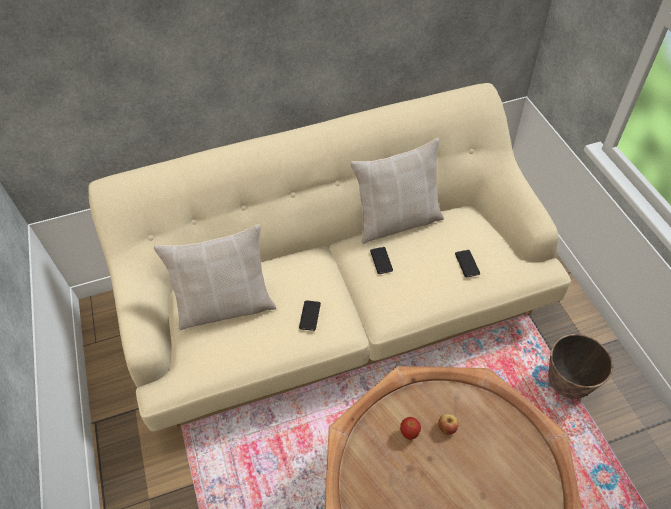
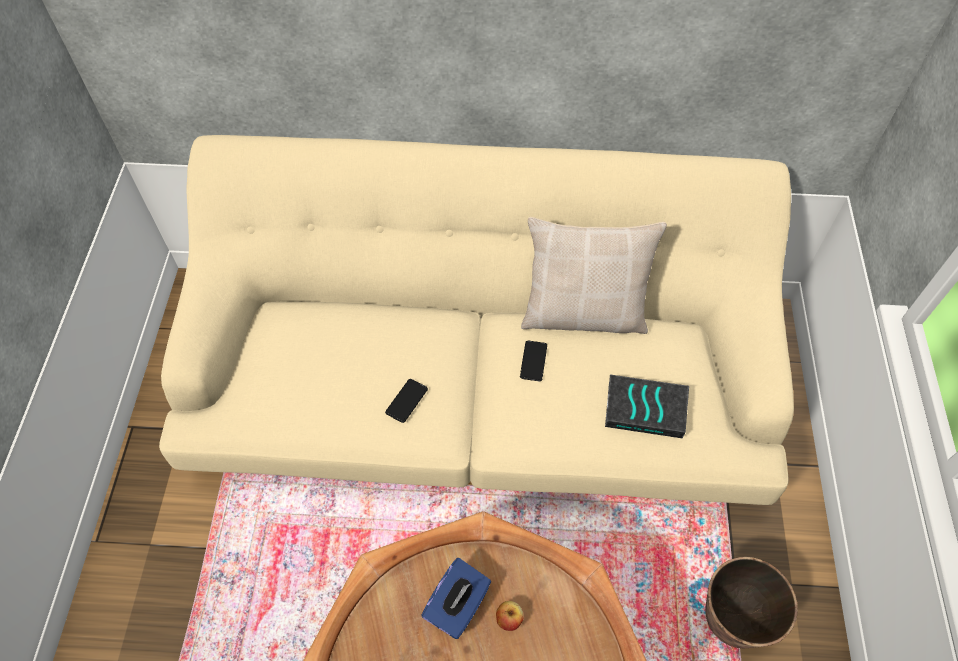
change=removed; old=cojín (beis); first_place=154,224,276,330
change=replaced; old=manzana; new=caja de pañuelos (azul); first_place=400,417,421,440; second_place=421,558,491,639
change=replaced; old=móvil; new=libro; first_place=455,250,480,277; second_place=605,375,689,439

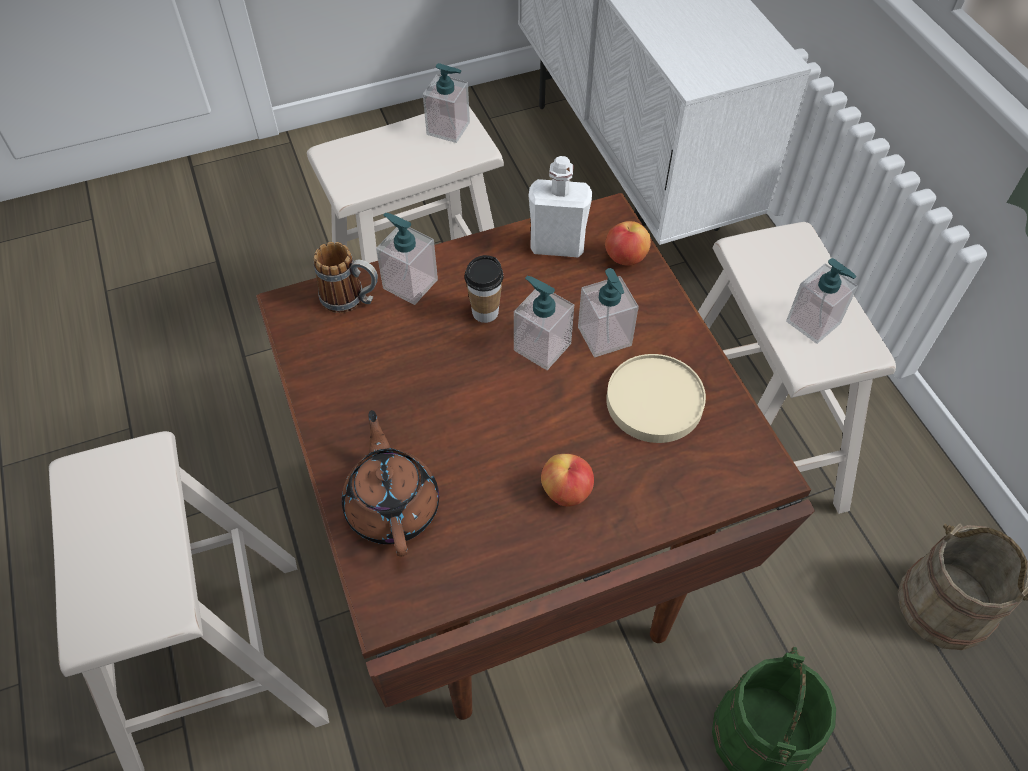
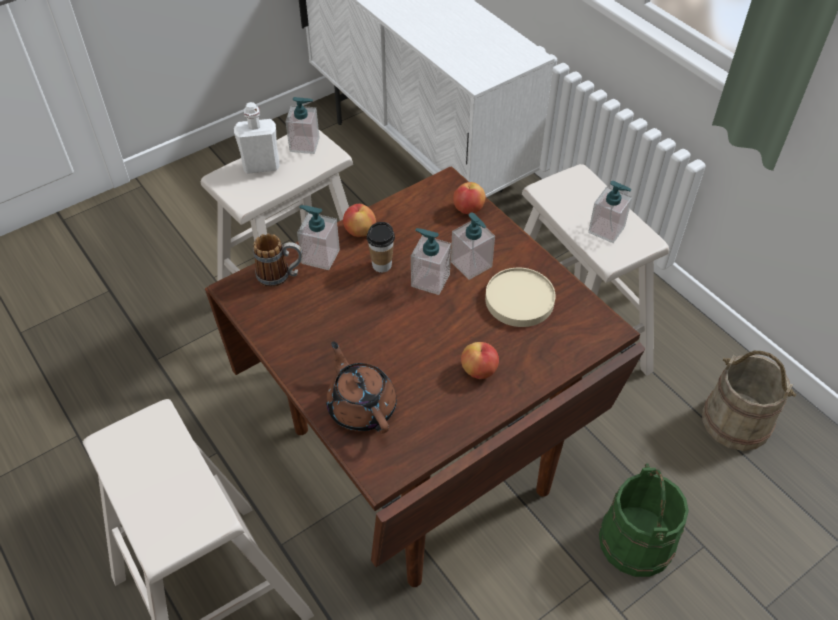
change=moved; old=botella (blanco); first_place=529,156,592,257; second_place=234,102,280,174
change=added; new=manzana; second_place=343,204,376,237

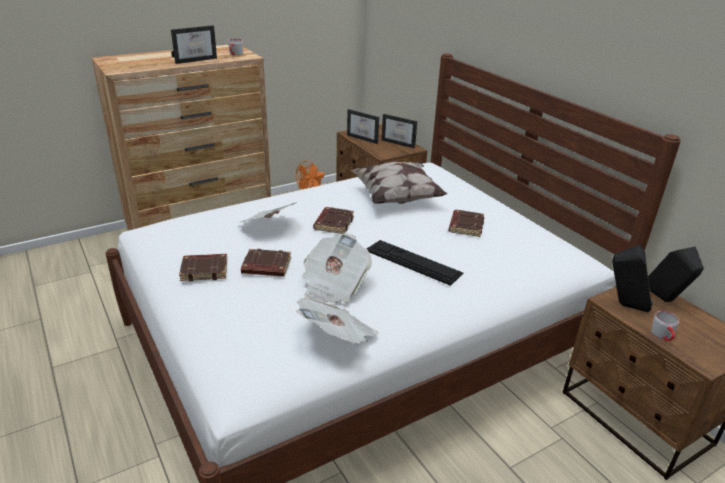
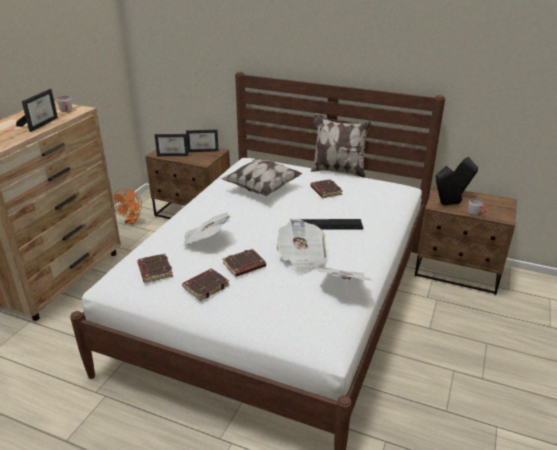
change=moved; old=libro (marrón); first_place=313,207,354,234; second_place=137,253,173,283
change=added; new=cojín; second_place=311,114,371,178

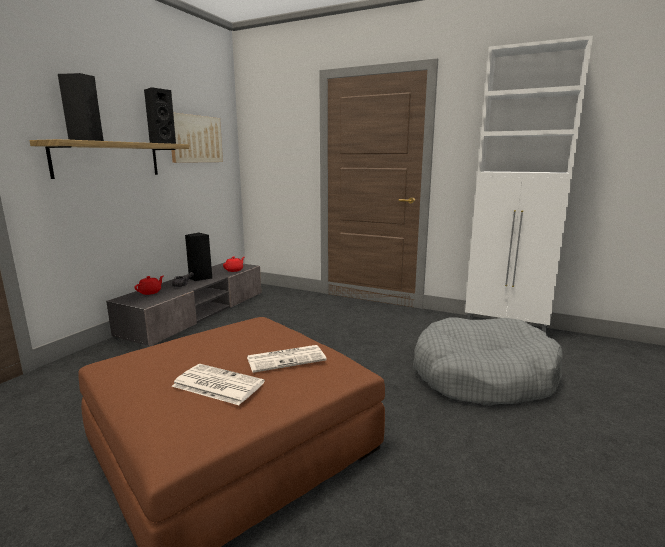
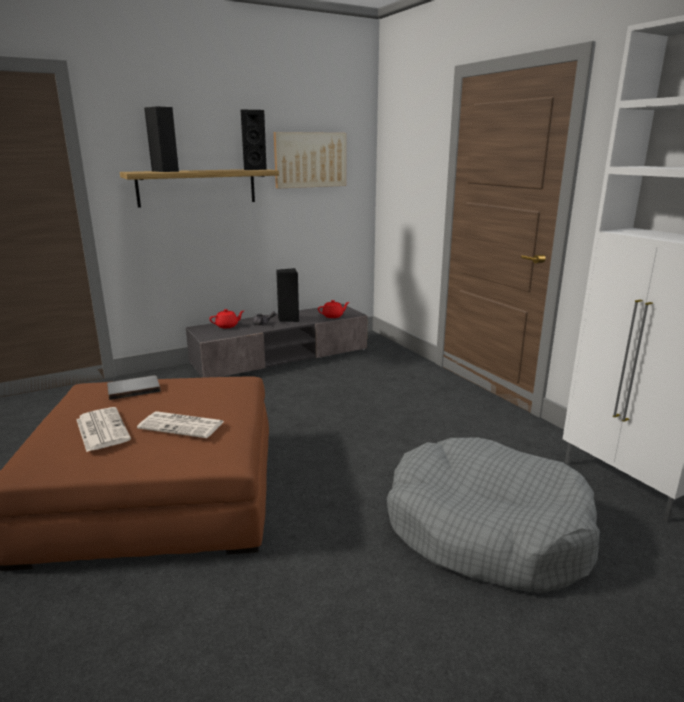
change=added; new=libro (gris); second_place=107,375,161,400

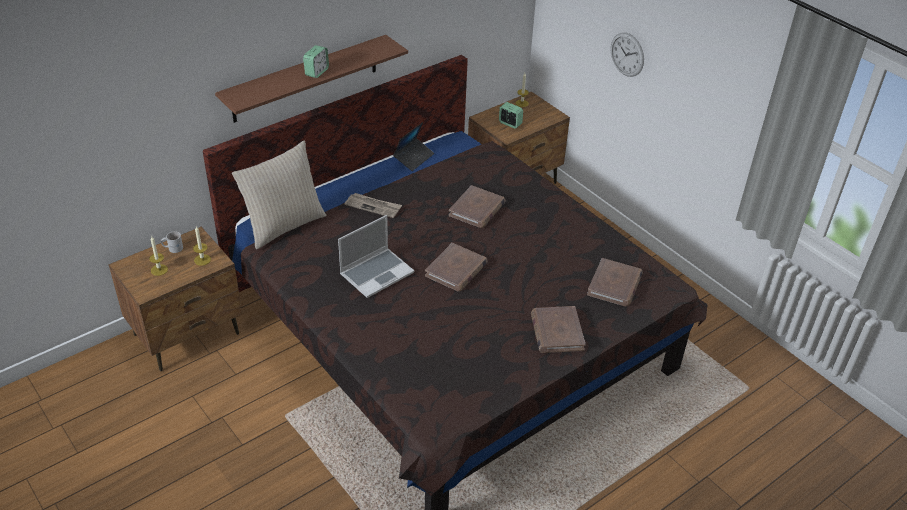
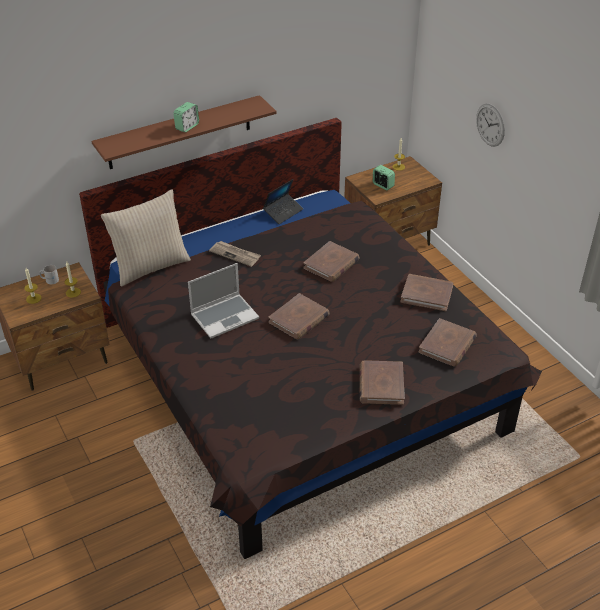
change=added; new=libro (marrón); second_place=401,274,453,311

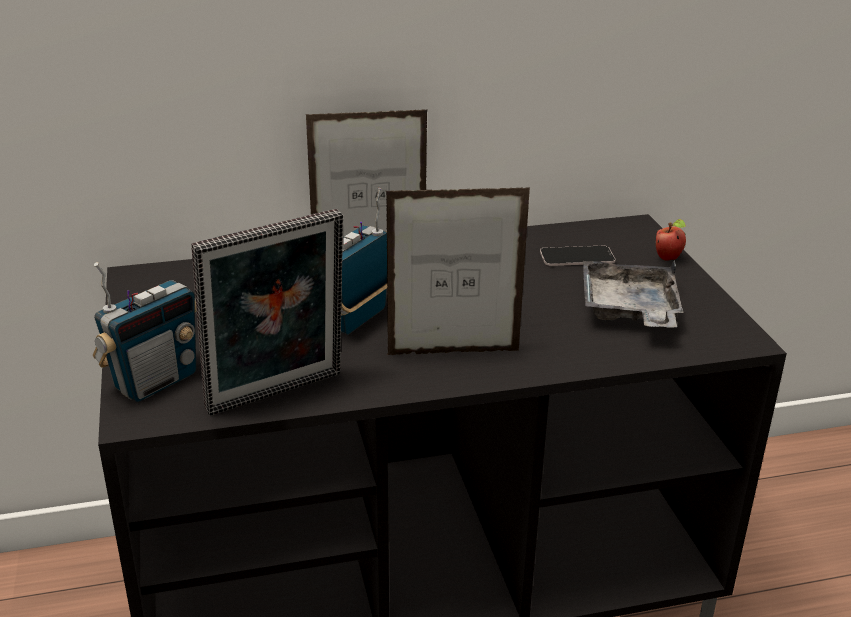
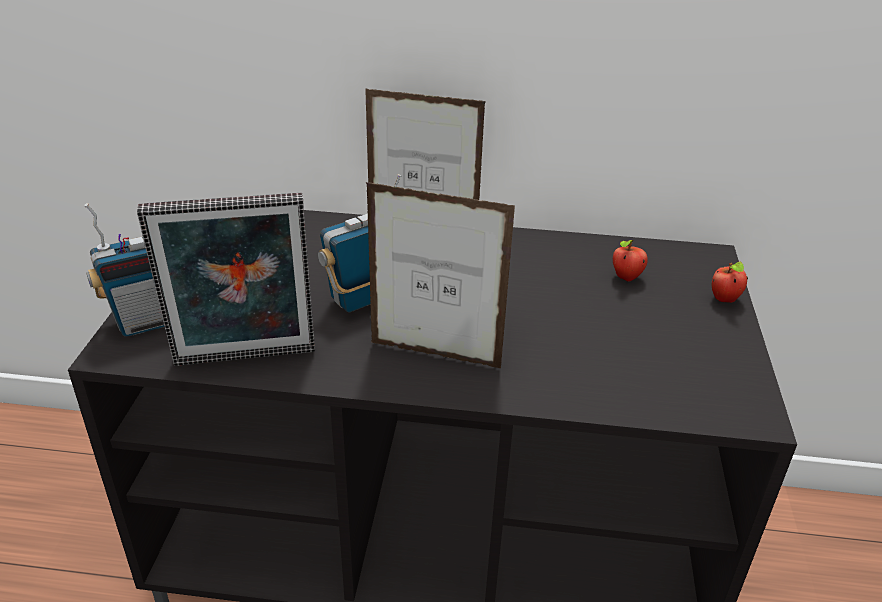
change=replaced; old=móvil; new=manzana; first_place=540,246,615,266; second_place=613,240,648,282
change=removed; old=bandeja (gris); first_place=583,261,683,328

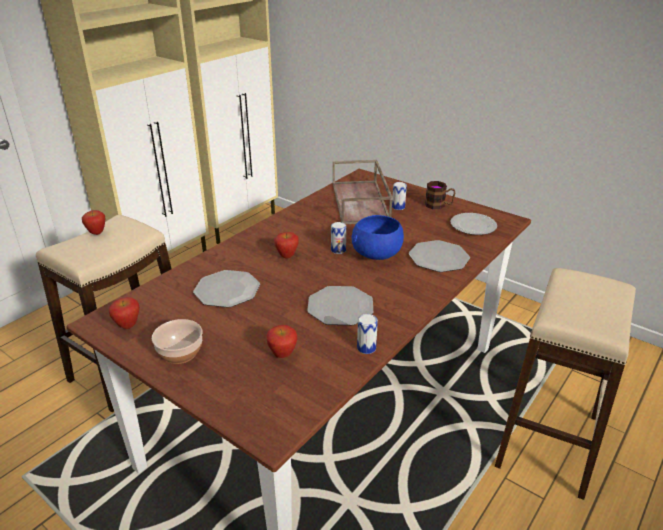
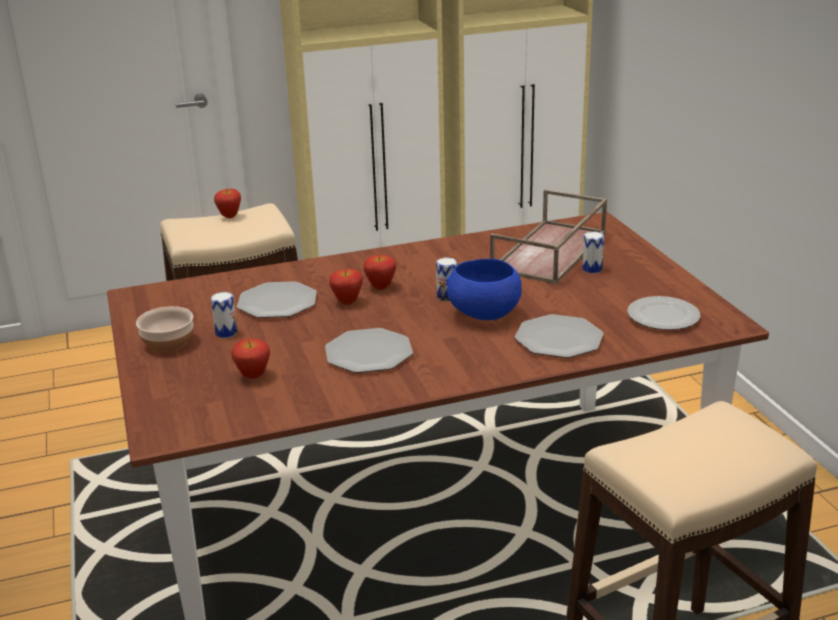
change=moved; old=manzana; first_place=109,297,140,329; second_place=329,269,363,305
change=moved; old=lata; first_place=357,314,378,354; second_place=211,292,238,338
change=removed; old=taza grande; first_place=425,181,455,209

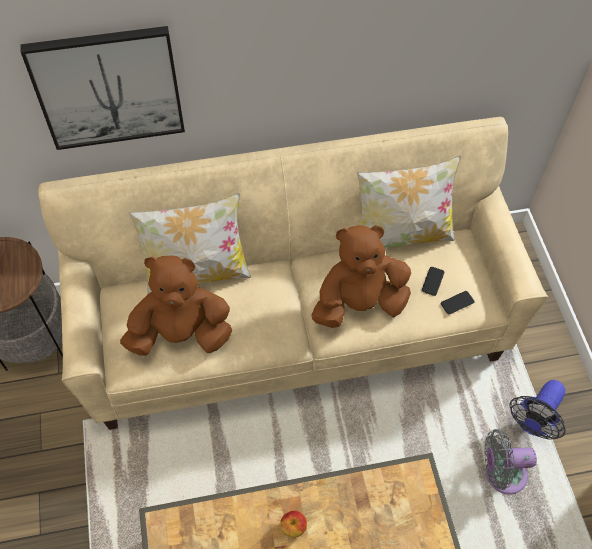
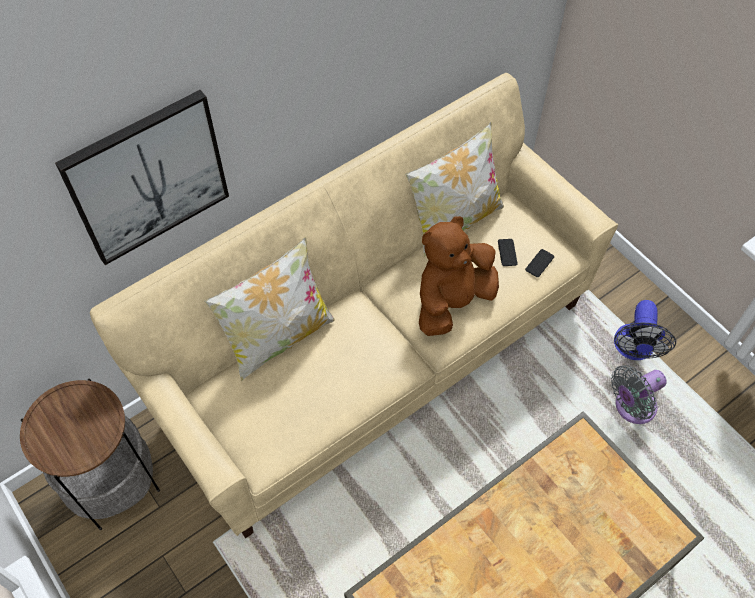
change=removed; old=peluche (marrón); first_place=120,256,232,356
change=removed; old=manzana; first_place=280,511,307,538

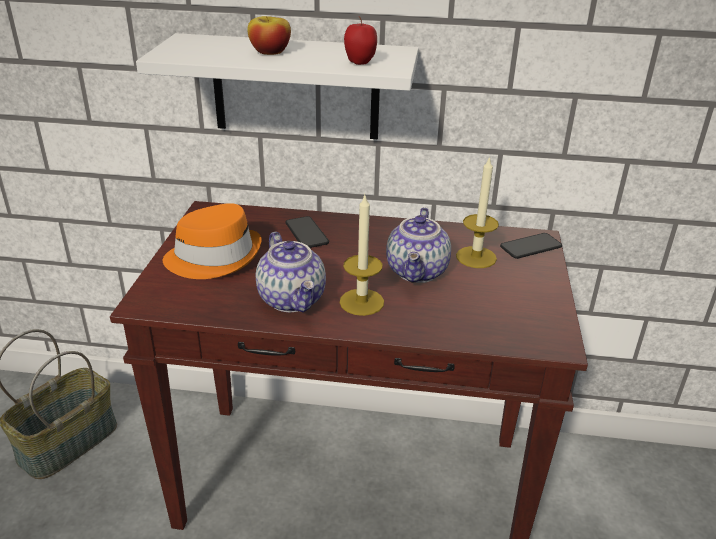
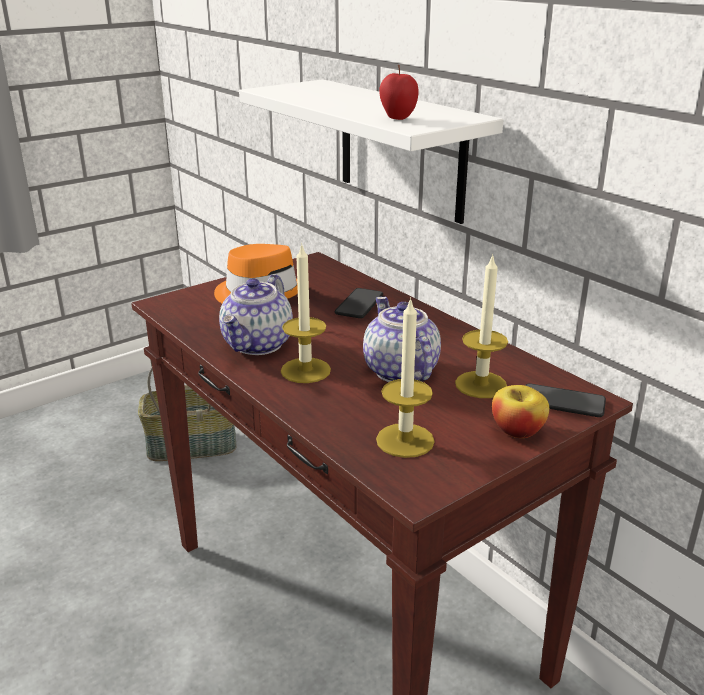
change=moved; old=manzana; first_place=247,16,291,55; second_place=492,385,549,438
change=turned; old=tetera; first_place=386,207,451,283; second_place=363,296,441,382; degrees=105
change=added; new=vela; second_place=376,297,435,458

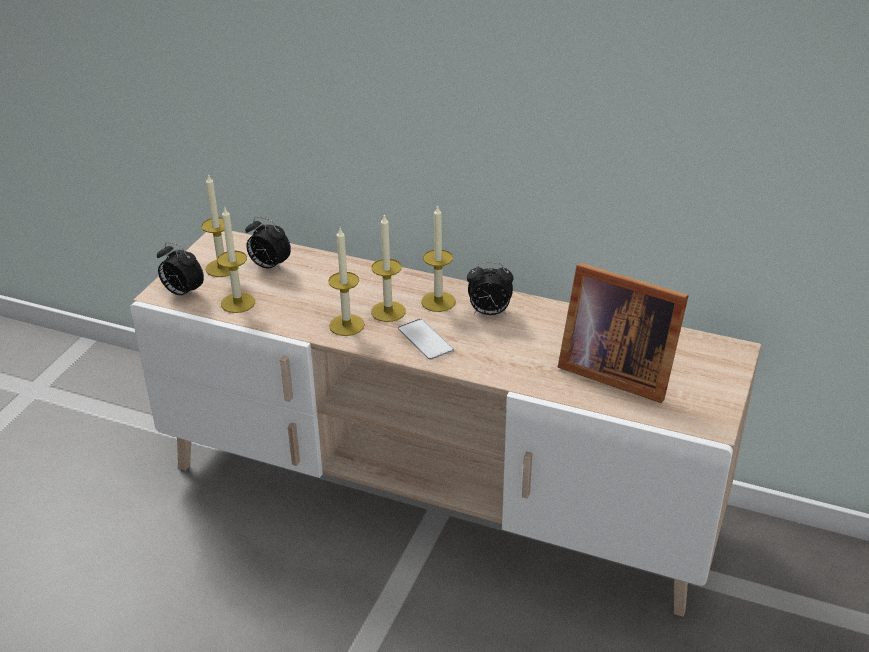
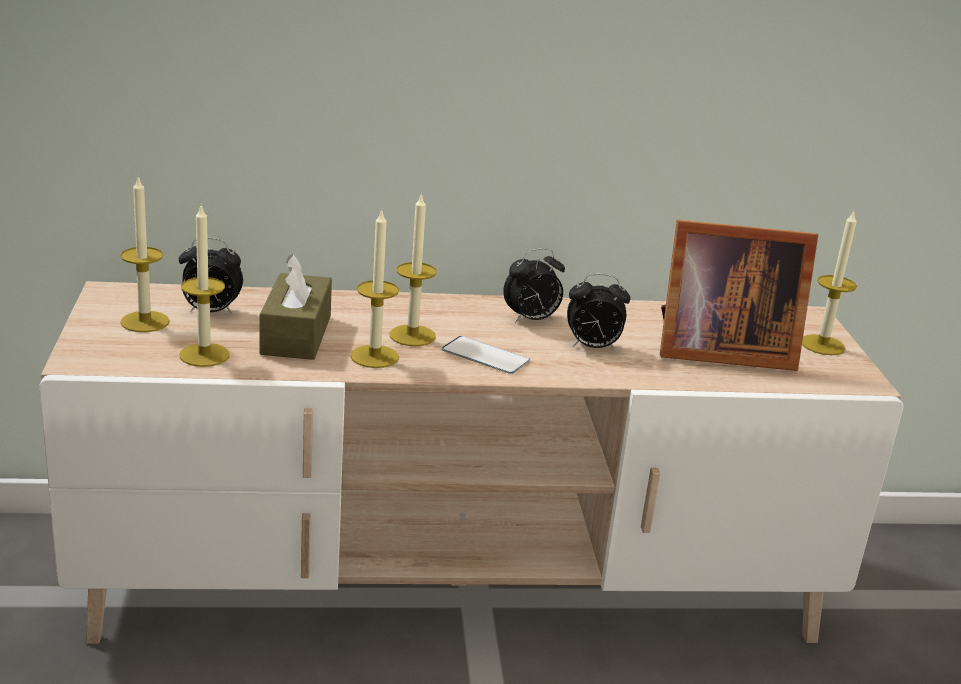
change=moved; old=despertador; first_place=157,242,204,298; second_place=567,274,630,350
change=moved; old=vela; first_place=421,204,456,312; second_place=802,211,857,355
change=added; new=caja de pañuelos (marrón); second_place=259,254,332,360

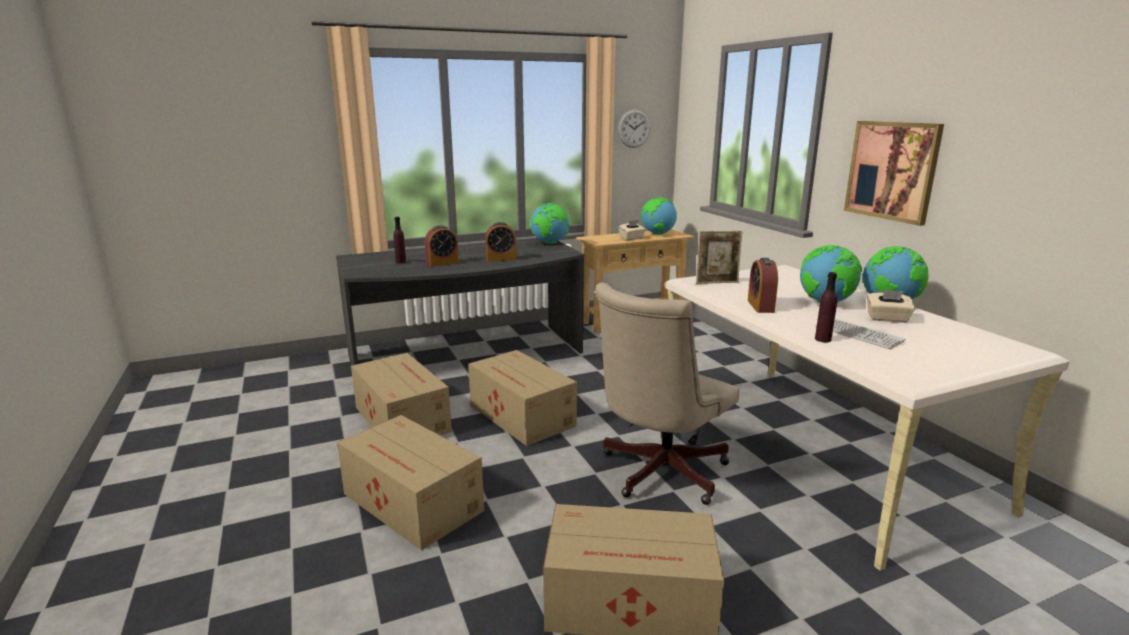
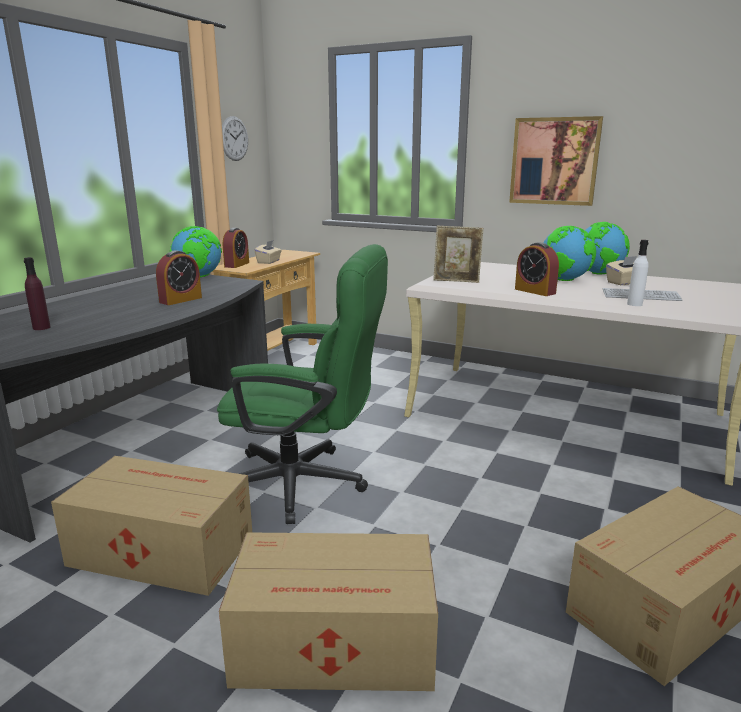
change=moved; old=despertador; first_place=425,225,459,267; second_place=223,228,249,268
change=replaced; old=caja de cartón; new=silla de oficina (verde); first_place=468,350,577,446; second_place=217,244,388,524
change=removed; old=silla de oficina (beis); first_place=595,282,739,505
change=removed; old=globo terráqueo; first_place=641,197,677,235
change=turned; old=portarretratos; first_place=696,231,742,284; second_place=433,226,484,283; degrees=60
change=recoloured; old=botella (morado); new=botella (blanco); first_place=815,272,837,342; second_place=627,240,649,306

